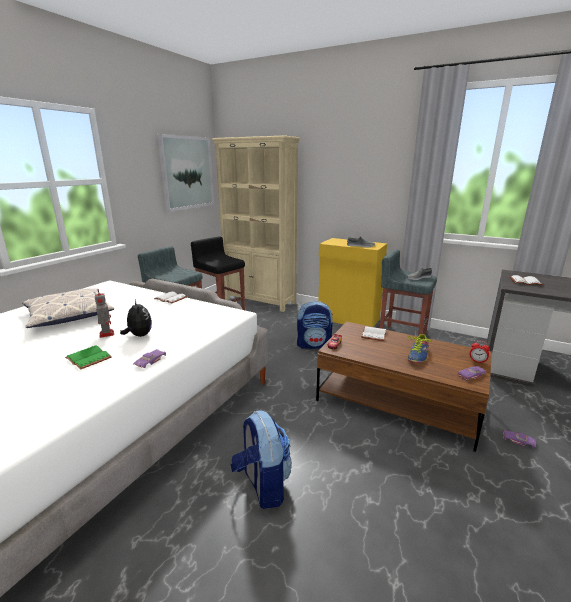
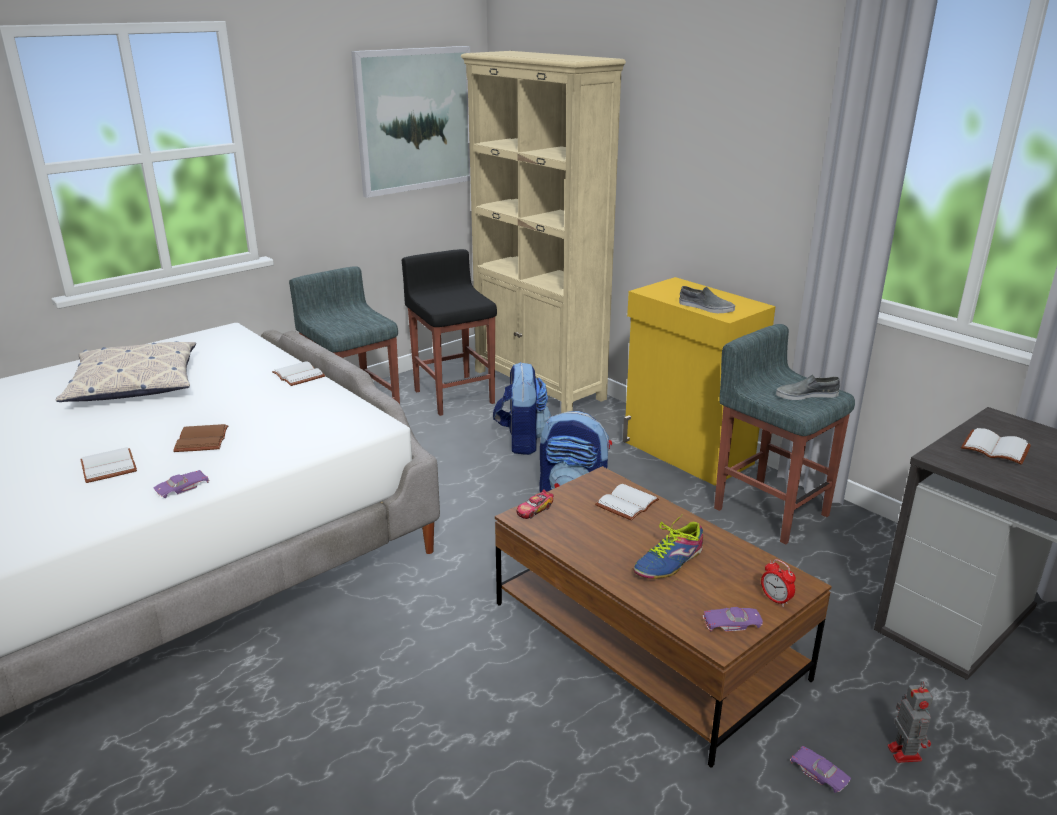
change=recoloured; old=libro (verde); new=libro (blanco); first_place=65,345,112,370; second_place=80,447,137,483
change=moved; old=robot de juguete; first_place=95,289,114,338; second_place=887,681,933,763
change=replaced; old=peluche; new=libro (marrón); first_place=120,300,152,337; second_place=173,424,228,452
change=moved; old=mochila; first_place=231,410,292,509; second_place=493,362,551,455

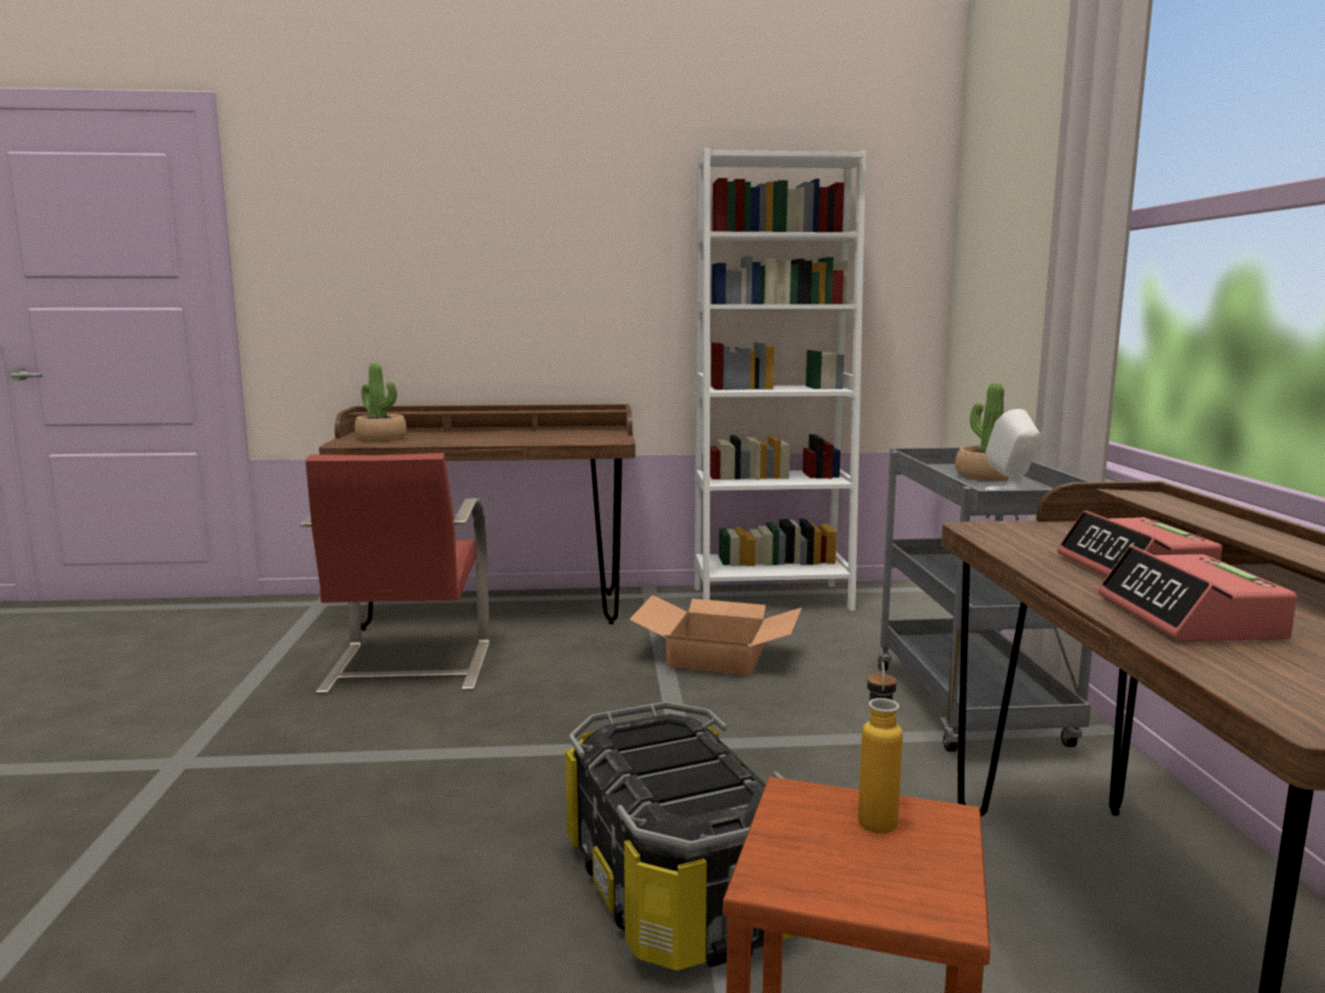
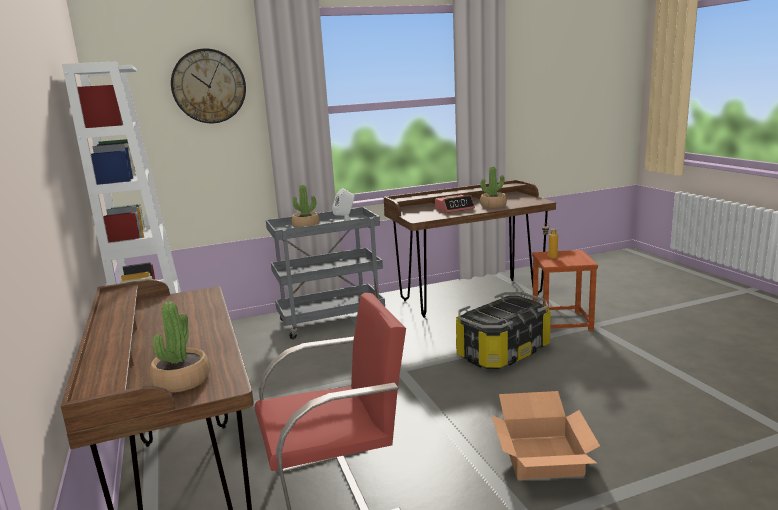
change=moved; old=caja de cartón; first_place=629,595,802,676; second_place=492,391,600,480
change=replaced; old=despertador; new=planta en maceta; first_place=1098,545,1297,641; second_place=480,166,507,208
change=added; new=reloj de pared; second_place=171,48,246,123

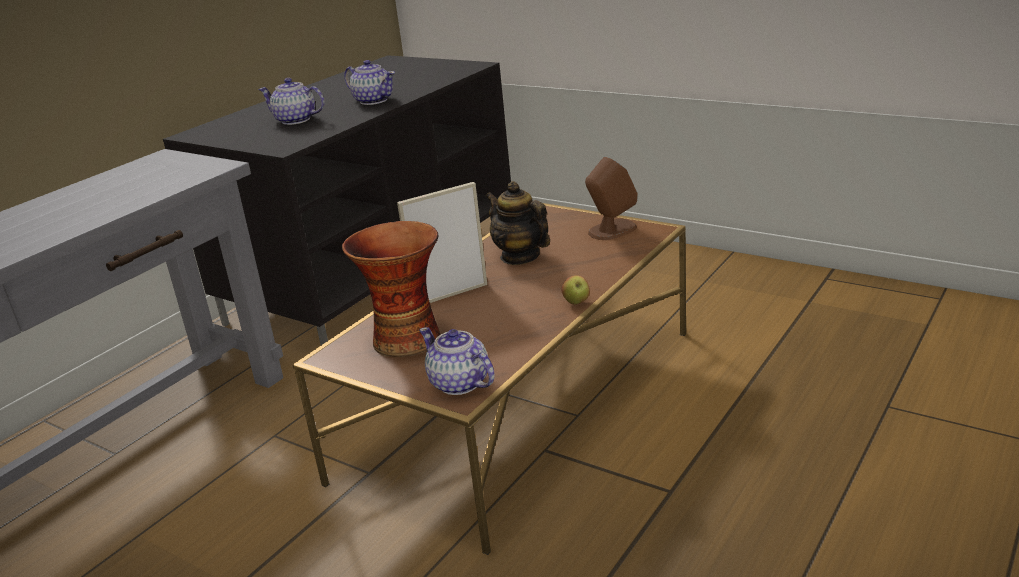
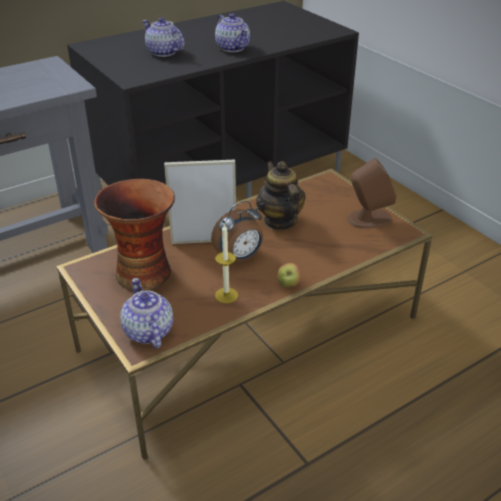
change=added; new=despertador; second_place=211,201,263,261
change=added; new=vela; second_place=215,223,238,303

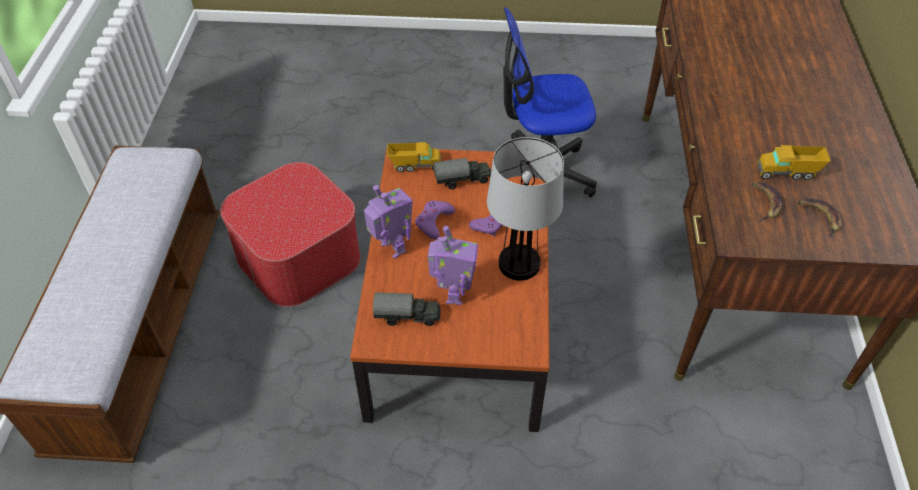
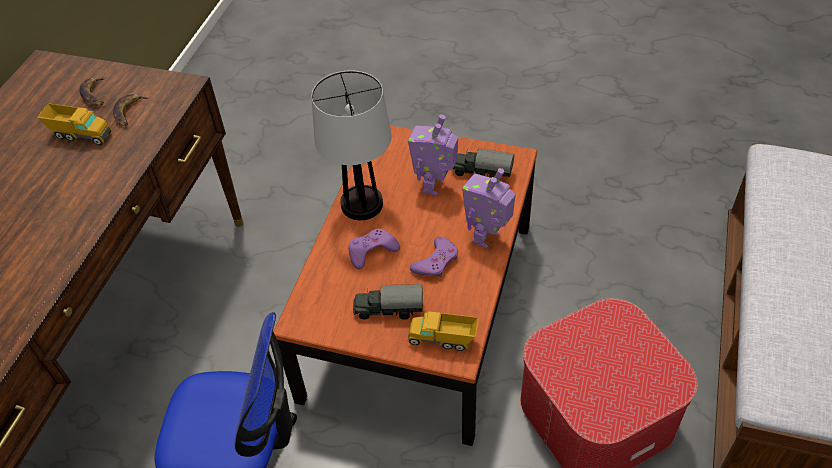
change=turned; old=robot de juguete; first_place=364,185,413,259; second_place=462,168,515,249; degrees=60

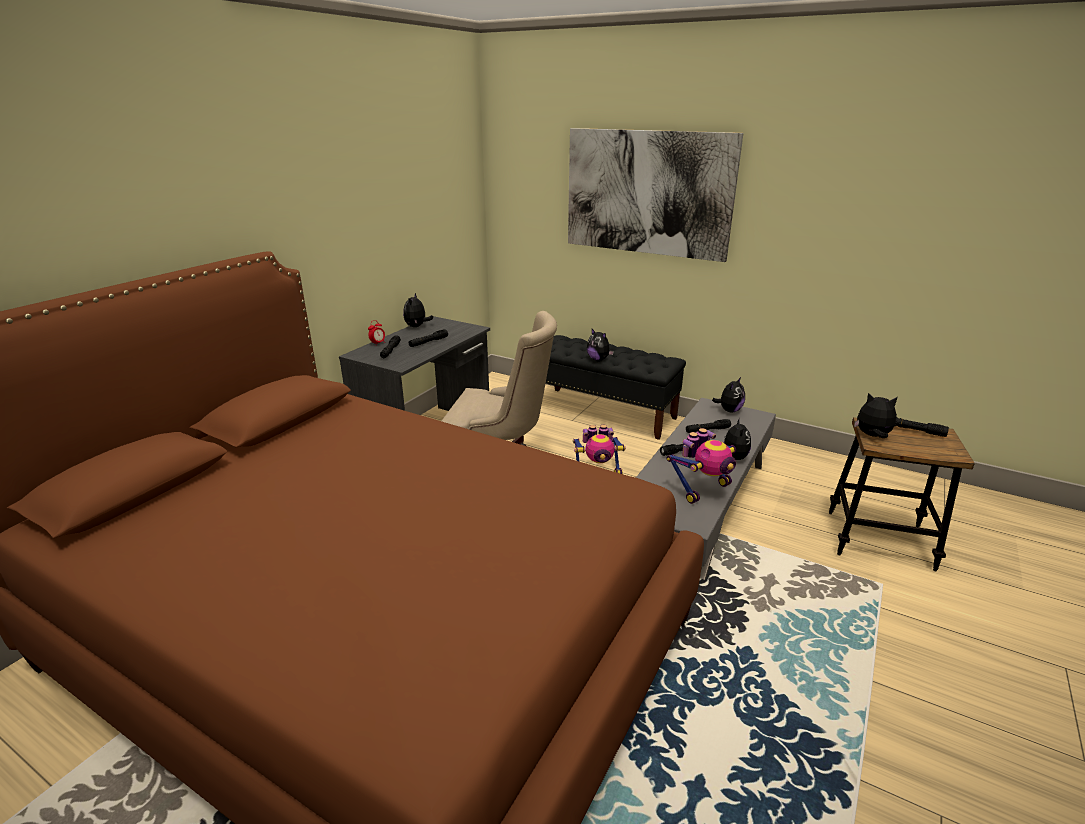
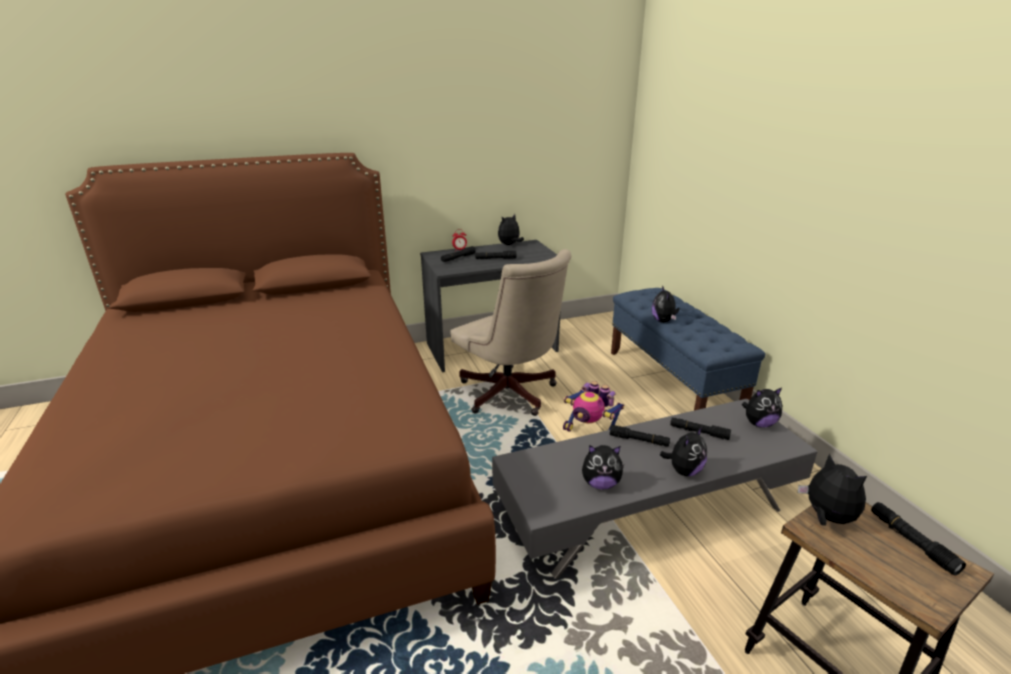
change=recoloured; old=banco (negro); new=banco (azul); first_place=546,335,686,440; second_place=611,288,765,410
change=removed; old=cuadro; first_place=568,128,743,262
change=replaced; old=robot de juguete; new=peluche; first_place=666,428,736,504; second_place=582,445,624,490

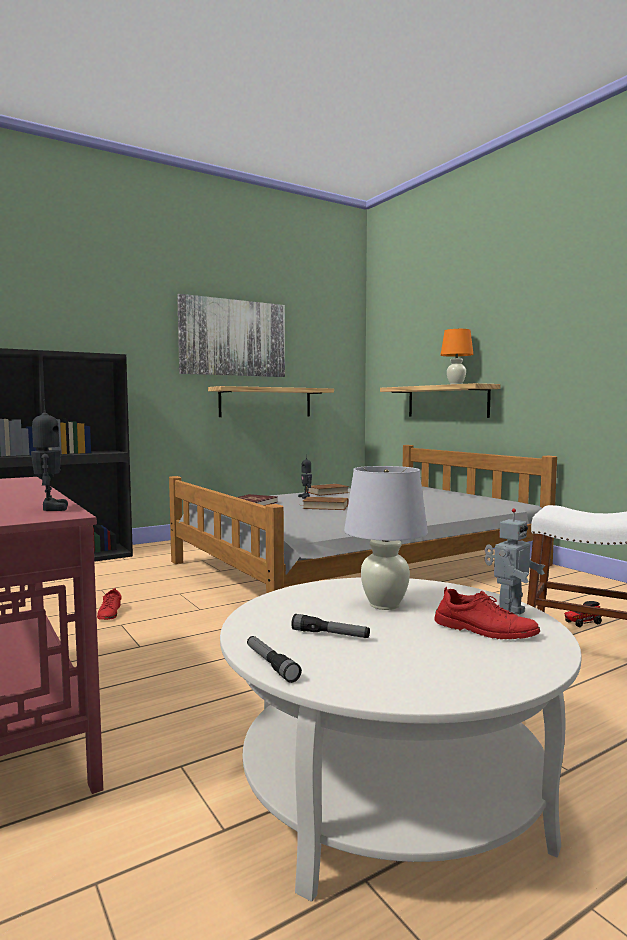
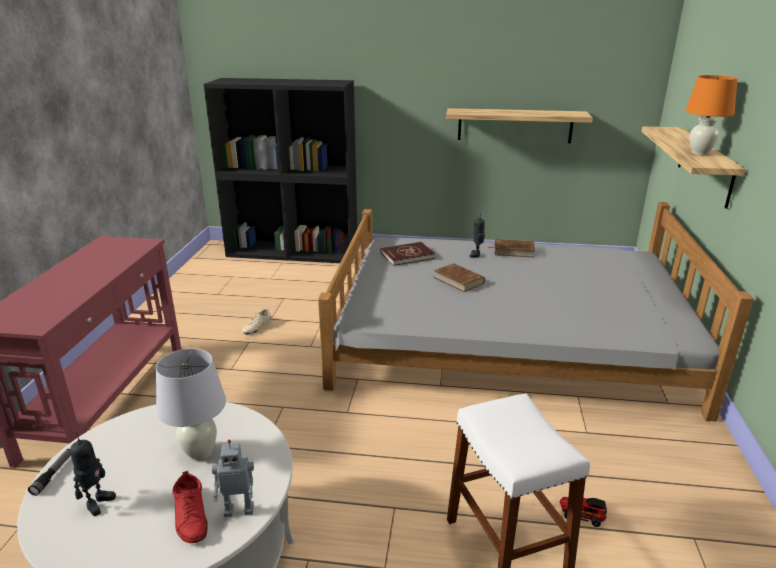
change=moved; old=robot de juguete; first_place=31,400,68,511; second_place=70,432,116,516
change=recoloured; old=zapato (rojo); new=zapato (beis); first_place=97,588,122,620; second_place=242,308,272,335
change=removed; old=cuadro; first_place=177,294,285,377
change=removed; old=linterna; first_place=291,614,370,638

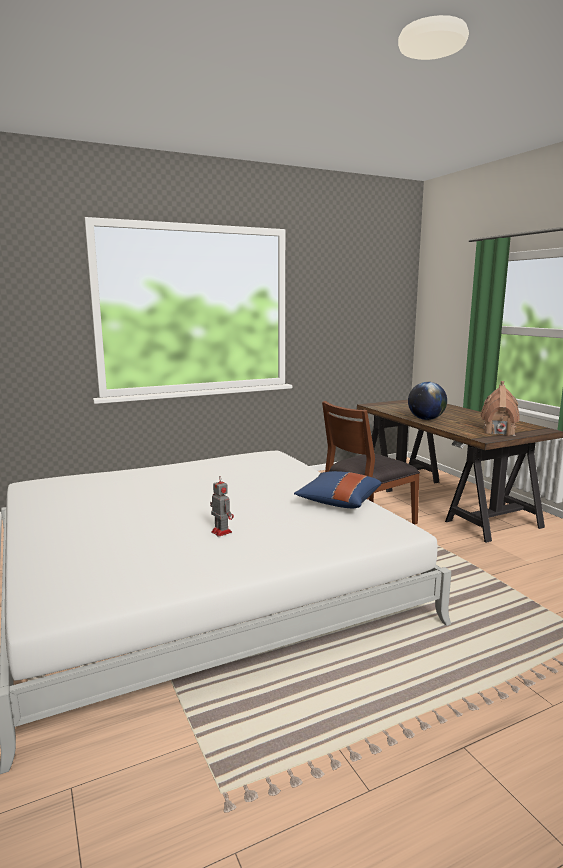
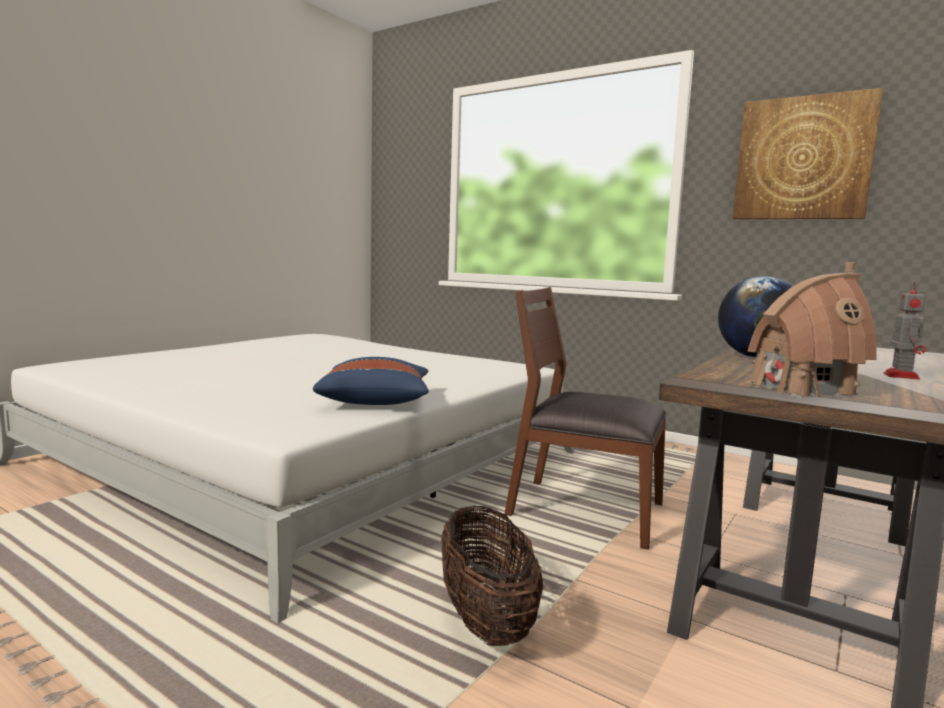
change=moved; old=robot de juguete; first_place=210,477,234,537; second_place=883,282,926,380
change=added; new=cesta; second_place=441,506,543,646
change=added; new=cuadro; second_place=732,88,883,219

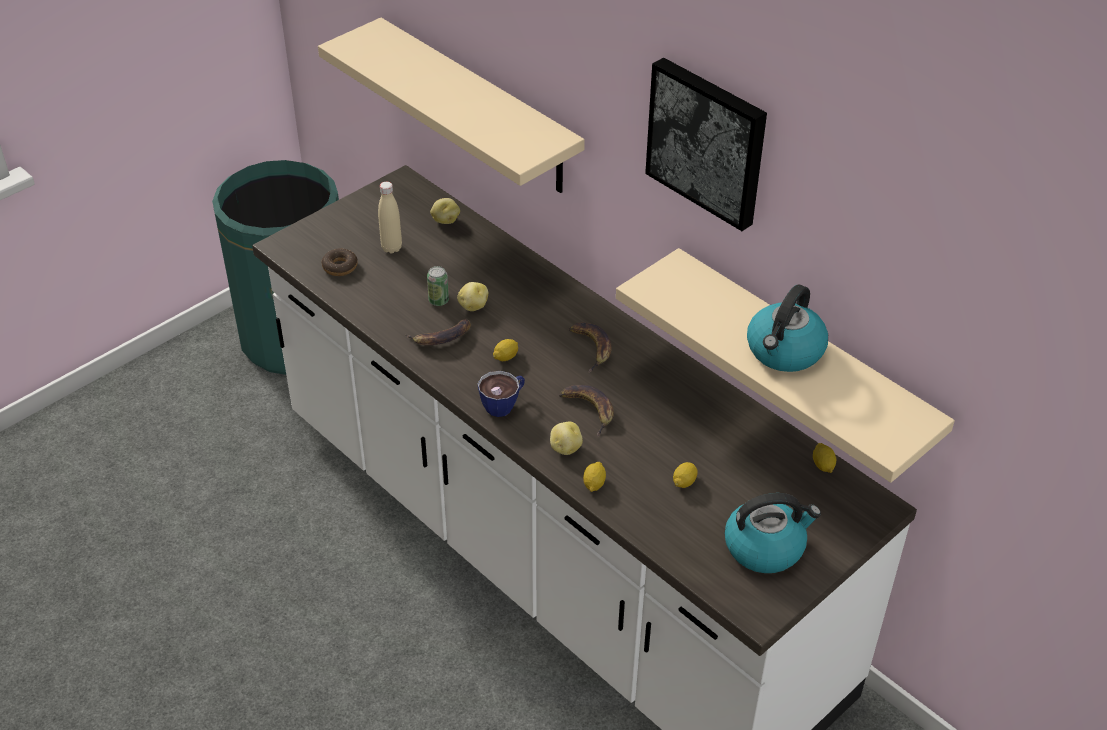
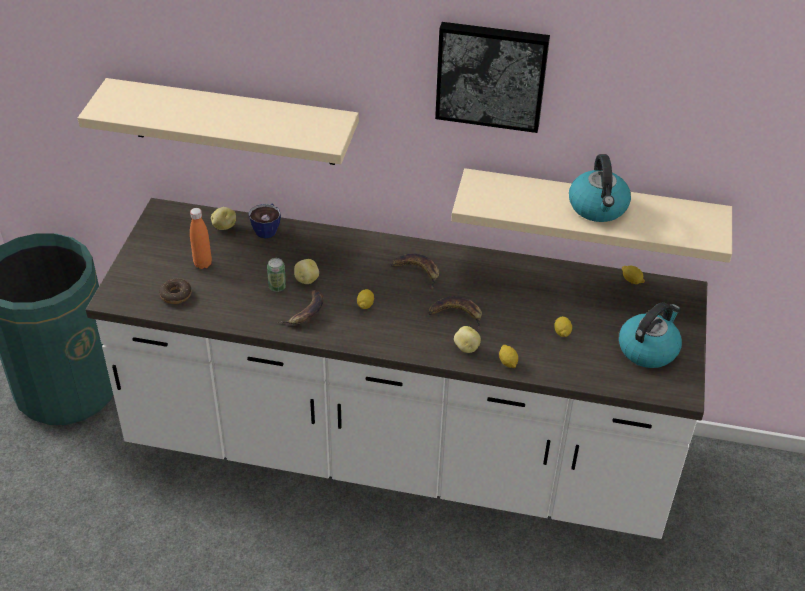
change=recoloured; old=botella (beis); new=botella (naranja); first_place=378,182,402,253; second_place=190,208,212,269
change=moved; old=taza; first_place=478,371,525,417; second_place=249,203,281,238

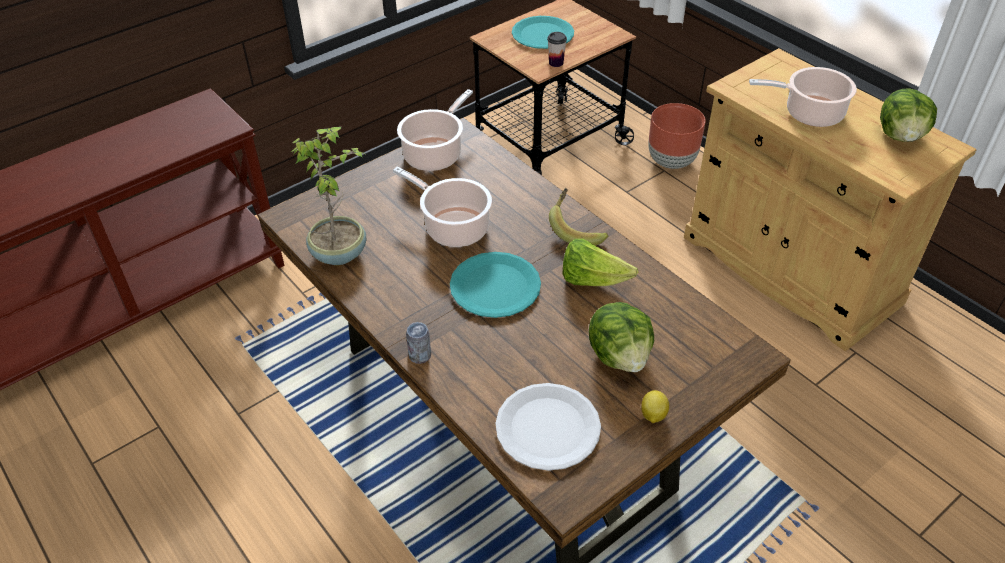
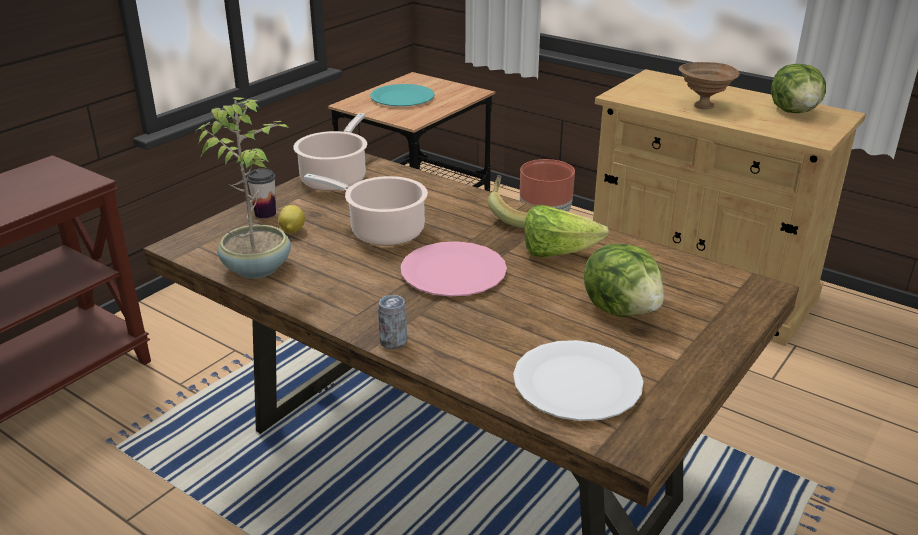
change=recoloured; old=plato (turquesa); new=plato (rosa); first_place=450,252,541,318; second_place=401,241,507,296
change=moved; old=taza; first_place=547,32,567,67; second_place=247,169,276,218
change=moved; old=limón; first_place=641,390,669,423; second_place=278,205,305,233
change=replaced; old=olla; new=cuenco (marrón); first_place=749,67,857,127; second_place=678,62,740,109

